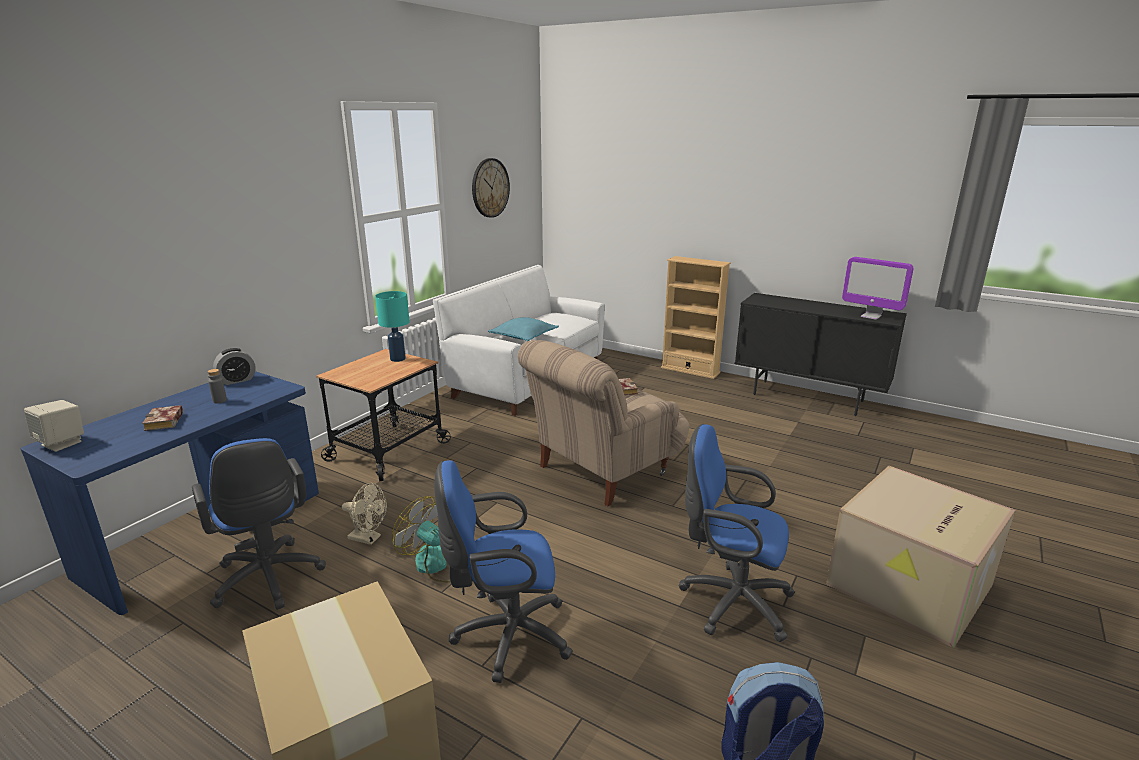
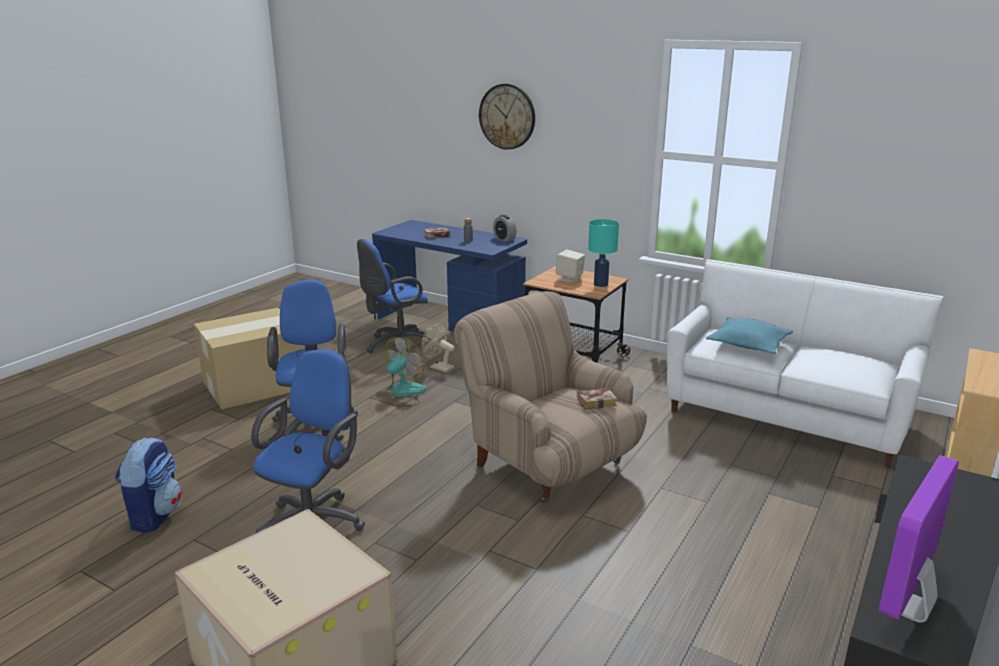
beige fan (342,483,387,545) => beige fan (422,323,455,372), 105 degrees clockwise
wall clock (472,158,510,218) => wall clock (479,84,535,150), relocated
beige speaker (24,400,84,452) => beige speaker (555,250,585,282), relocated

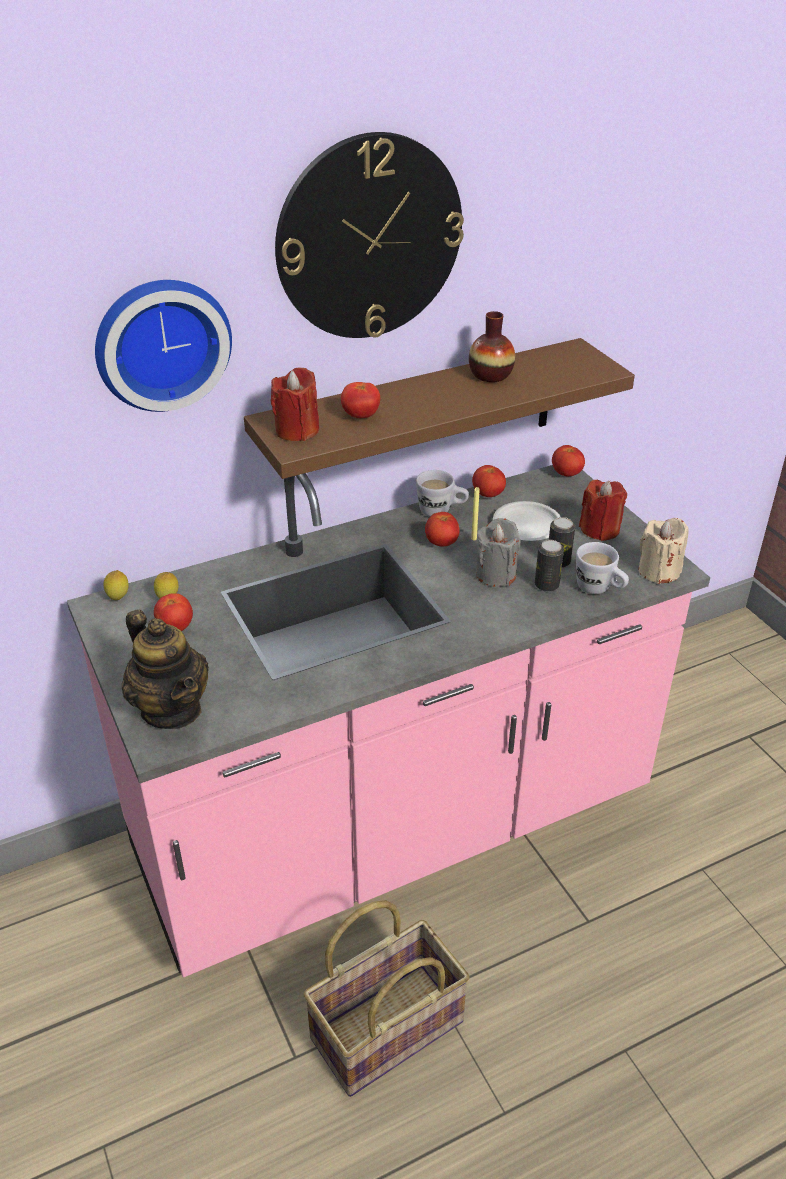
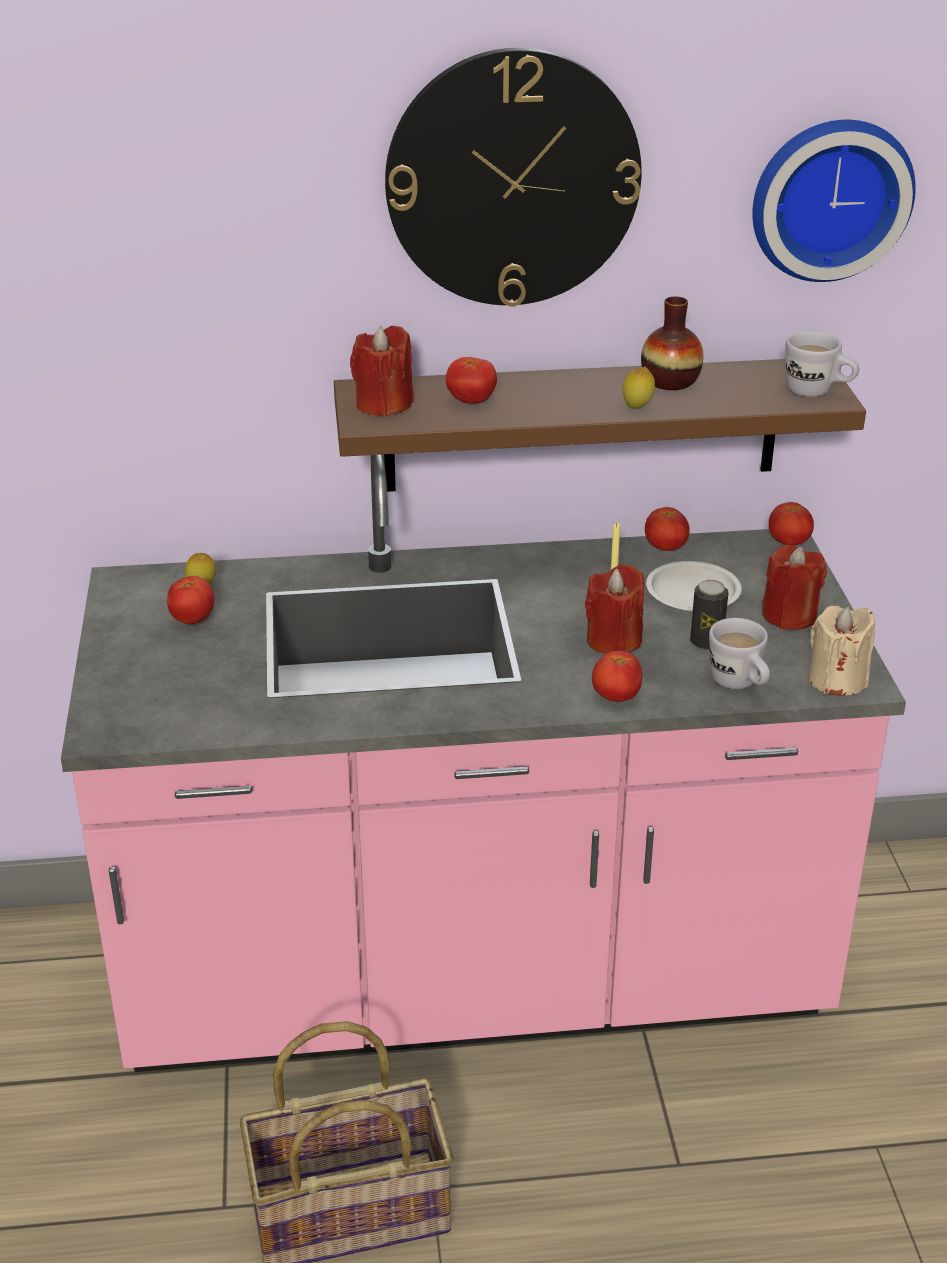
grey candle (476,518,521,587) => red candle (585,564,644,654)
tomato (425,512,460,546) => tomato (592,651,642,702), relocated
lemon (104,570,129,600) => lemon (622,366,655,409), relocated
wall clock (95,280,232,412) => wall clock (752,120,916,282), relocated
white mug (416,470,469,516) => white mug (786,331,859,397), relocated
teapot (122,609,209,729) => nothing
can (535,540,564,592) => nothing

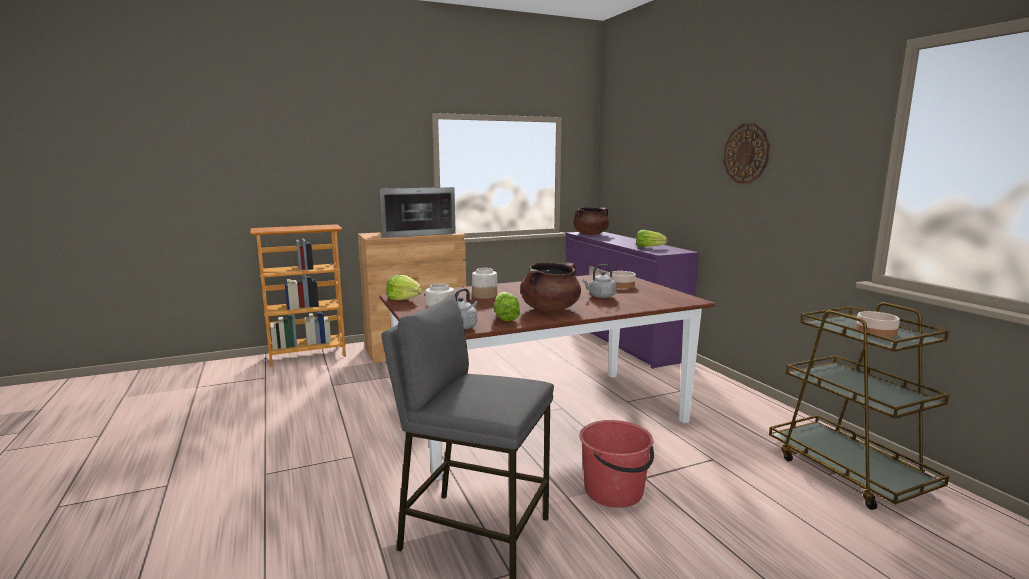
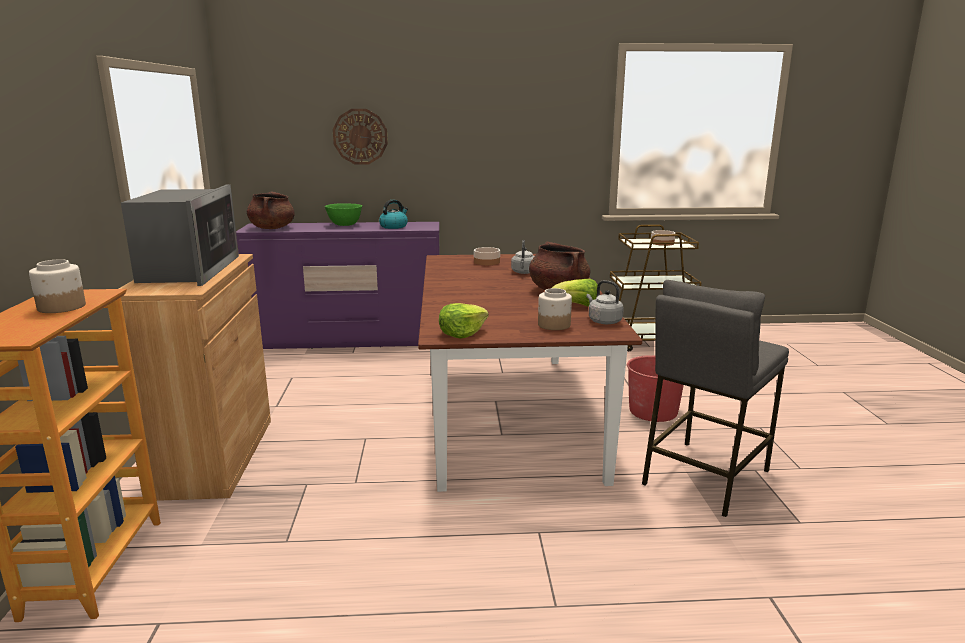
jar (472,268,497,299) => jar (29,259,86,313), relocated
nothing => green bowl (325,203,362,226)
wall clock (723,123,770,184) => wall clock (333,109,388,164), relocated
lettuce (636,230,668,247) => kettle (379,200,408,229)

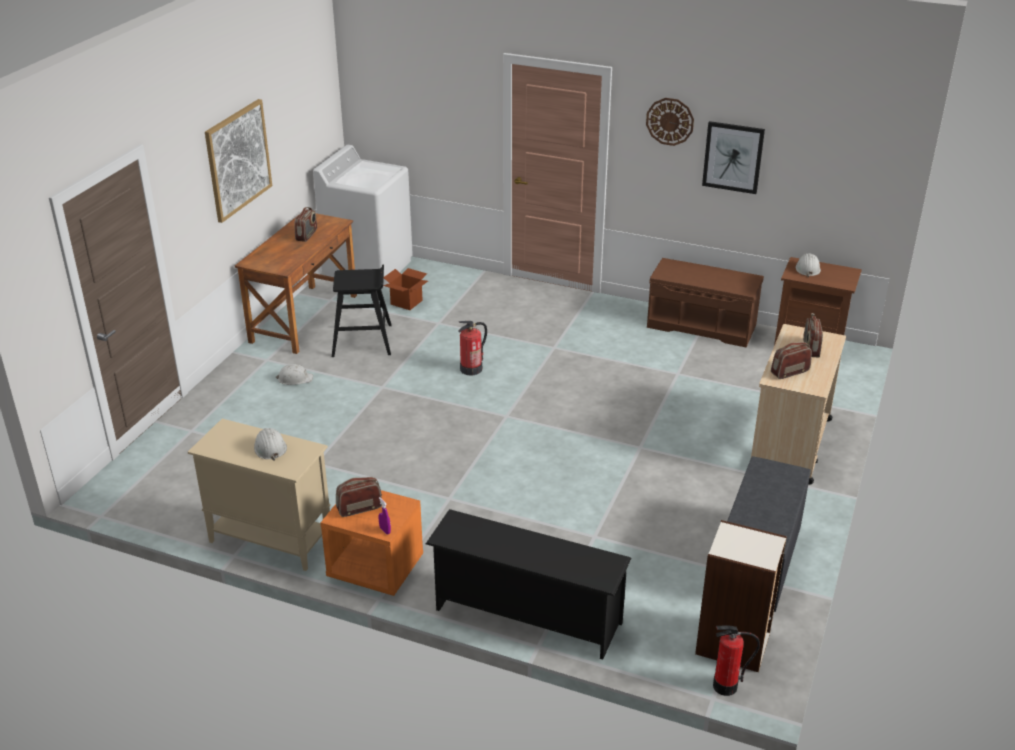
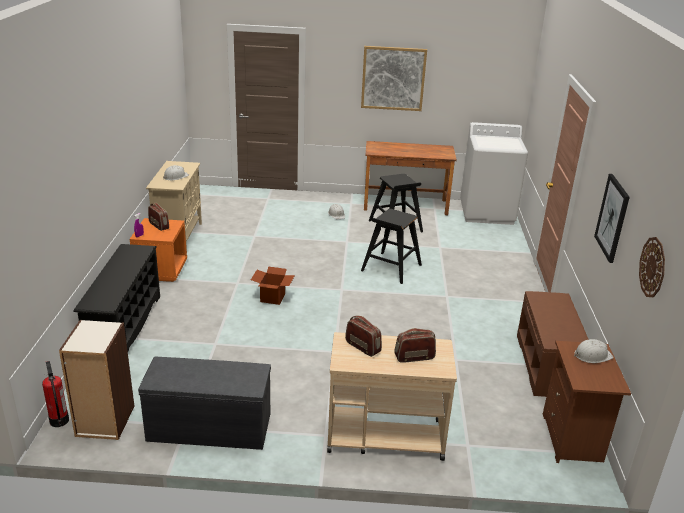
cardboard box (383,268,428,310) => cardboard box (251,266,295,305), relocated
fire extinguisher (458,321,487,376) => black stool (361,209,422,284)
wall clock (646,98,694,146) => wall clock (639,237,665,297), relocated
radio (294,207,317,242) => nothing

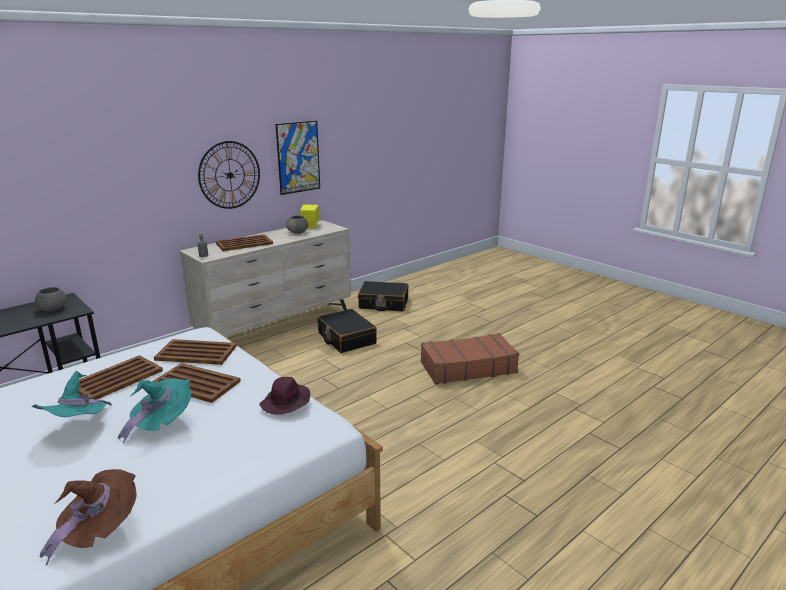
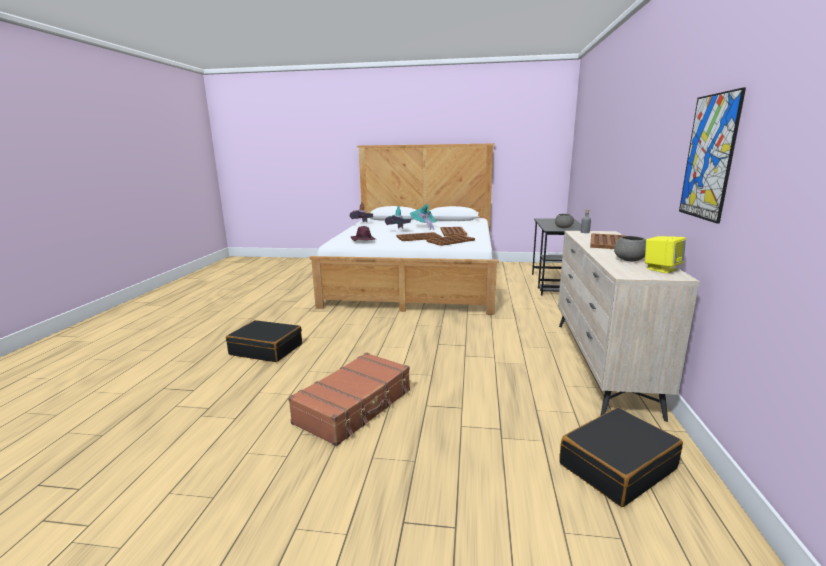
black suitcase (317,309,377,353) => black suitcase (226,320,302,362), relocated
wall clock (198,141,260,209) => nothing

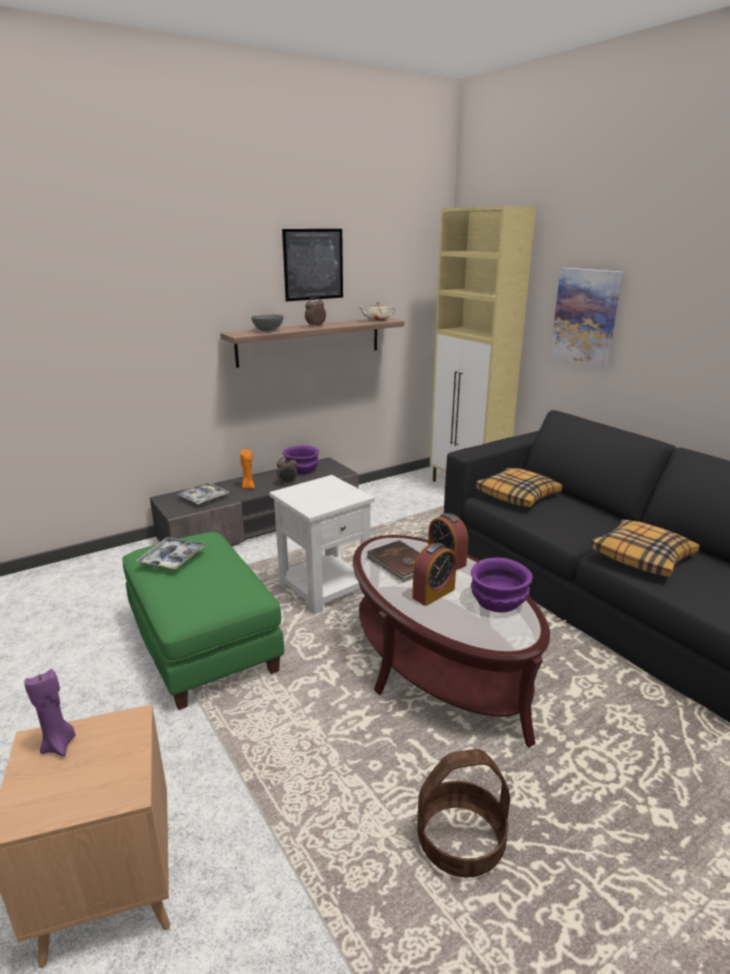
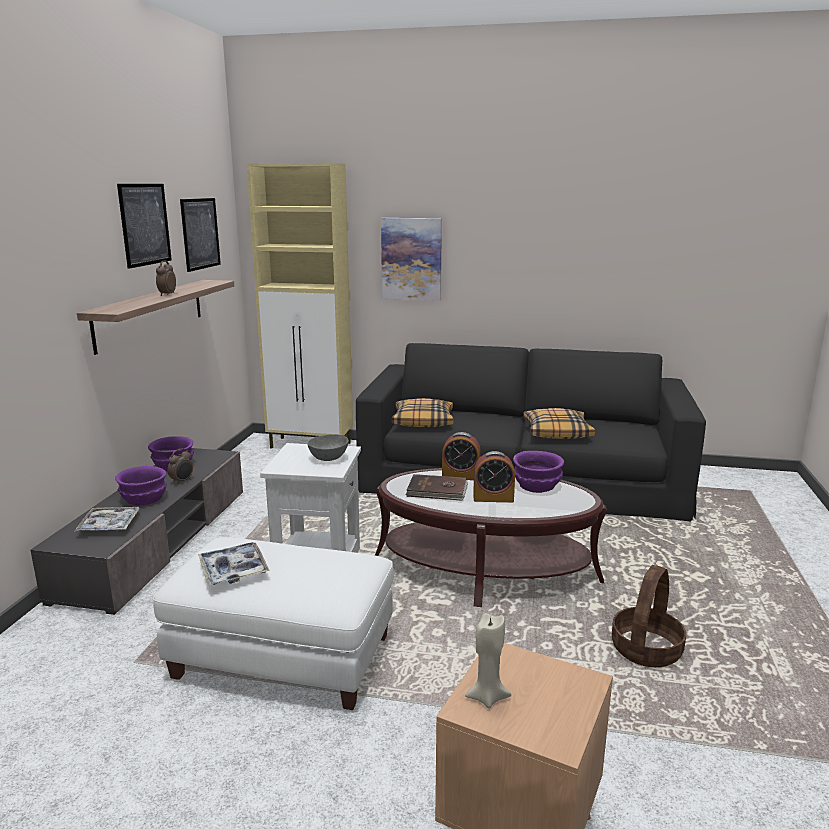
orange candle (240,449,255,489) => purple bowl (115,466,167,505)
green ottoman (122,532,284,710) => white ottoman (153,537,394,710)
nothing => picture (180,198,221,272)
grey bowl (251,314,284,331) => grey bowl (307,434,349,461), relocated
purple candle (24,669,76,756) => beige candle (465,613,511,709)
alarm clock (412,543,457,606) => alarm clock (473,451,515,502), 90 degrees clockwise
beige teapot (358,301,395,322) => nothing

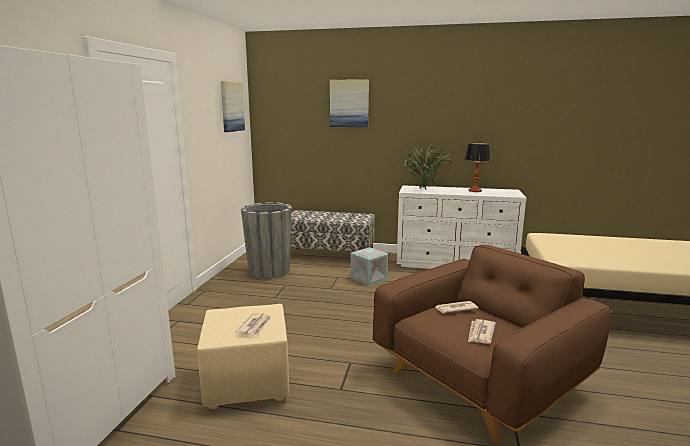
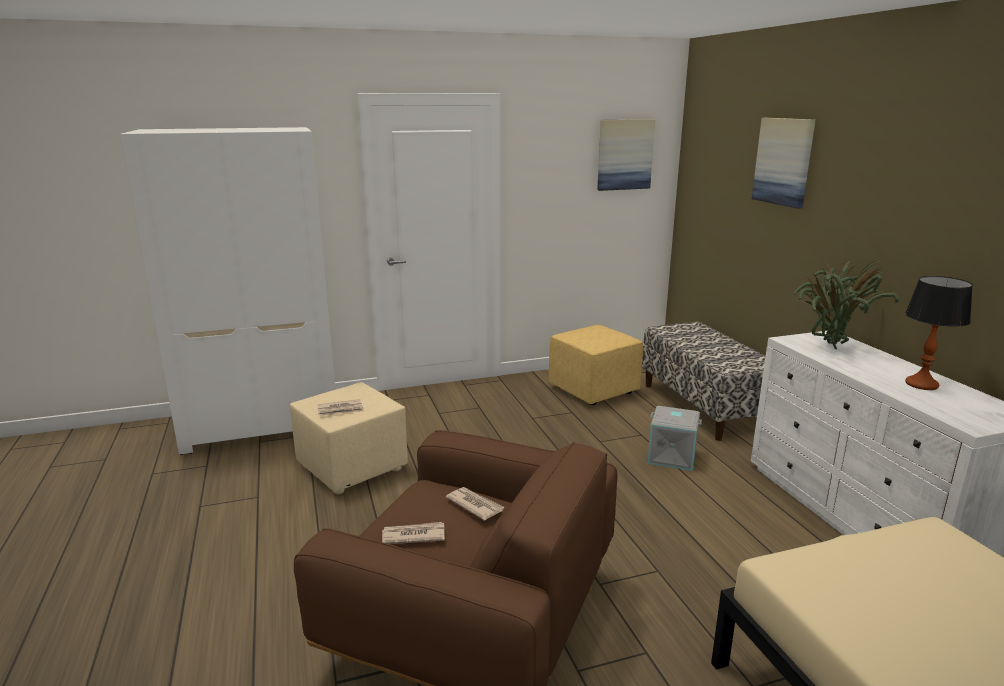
grey planter (241,202,292,279) => yellow ottoman (548,325,643,405)

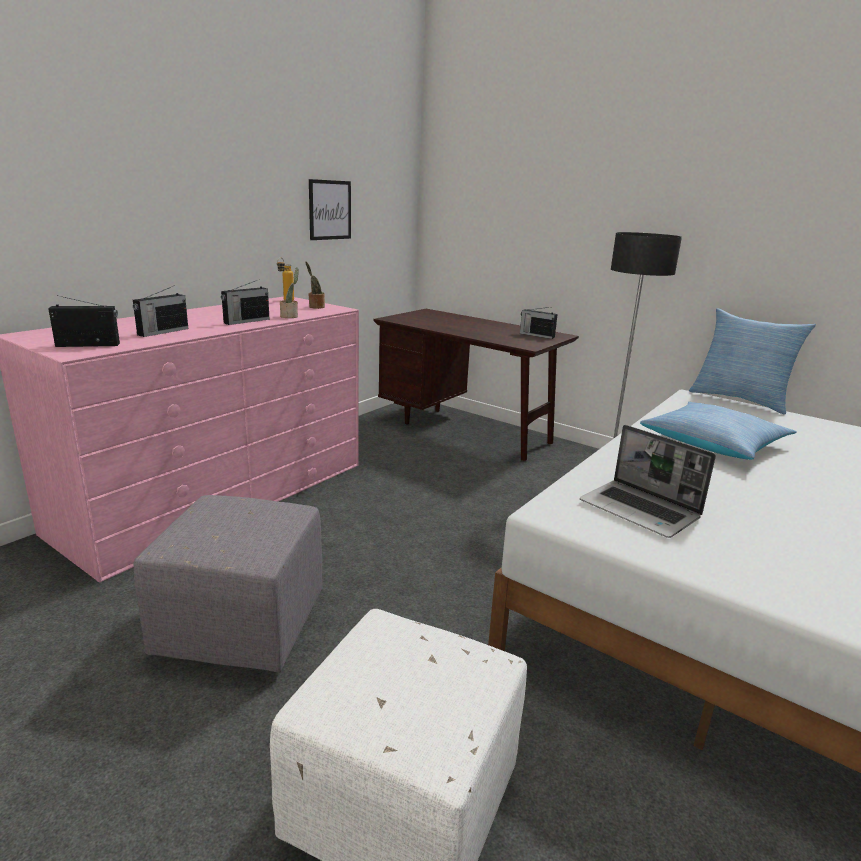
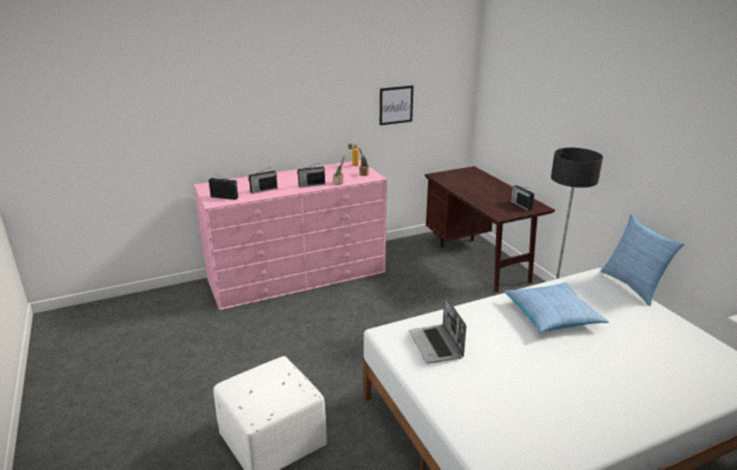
grey ottoman (134,495,323,673) => nothing

